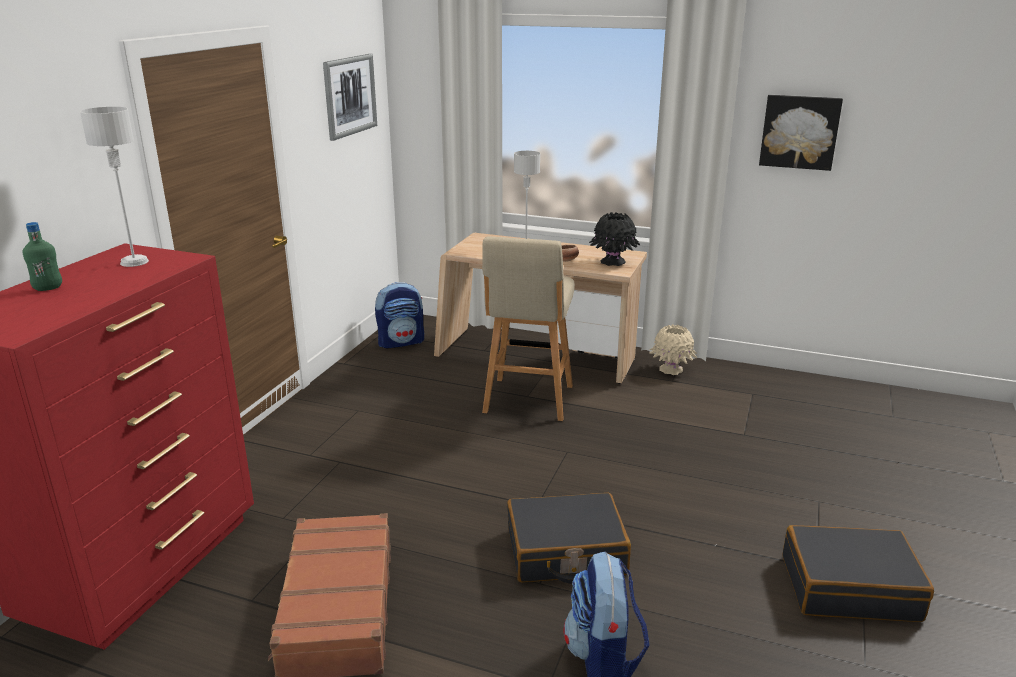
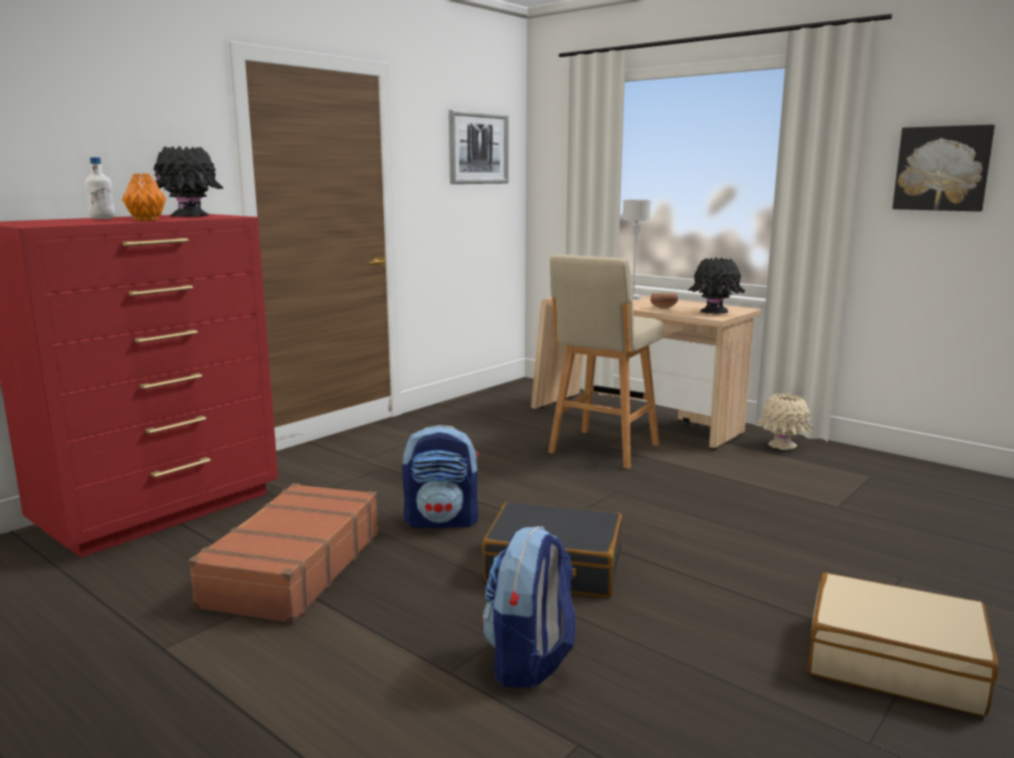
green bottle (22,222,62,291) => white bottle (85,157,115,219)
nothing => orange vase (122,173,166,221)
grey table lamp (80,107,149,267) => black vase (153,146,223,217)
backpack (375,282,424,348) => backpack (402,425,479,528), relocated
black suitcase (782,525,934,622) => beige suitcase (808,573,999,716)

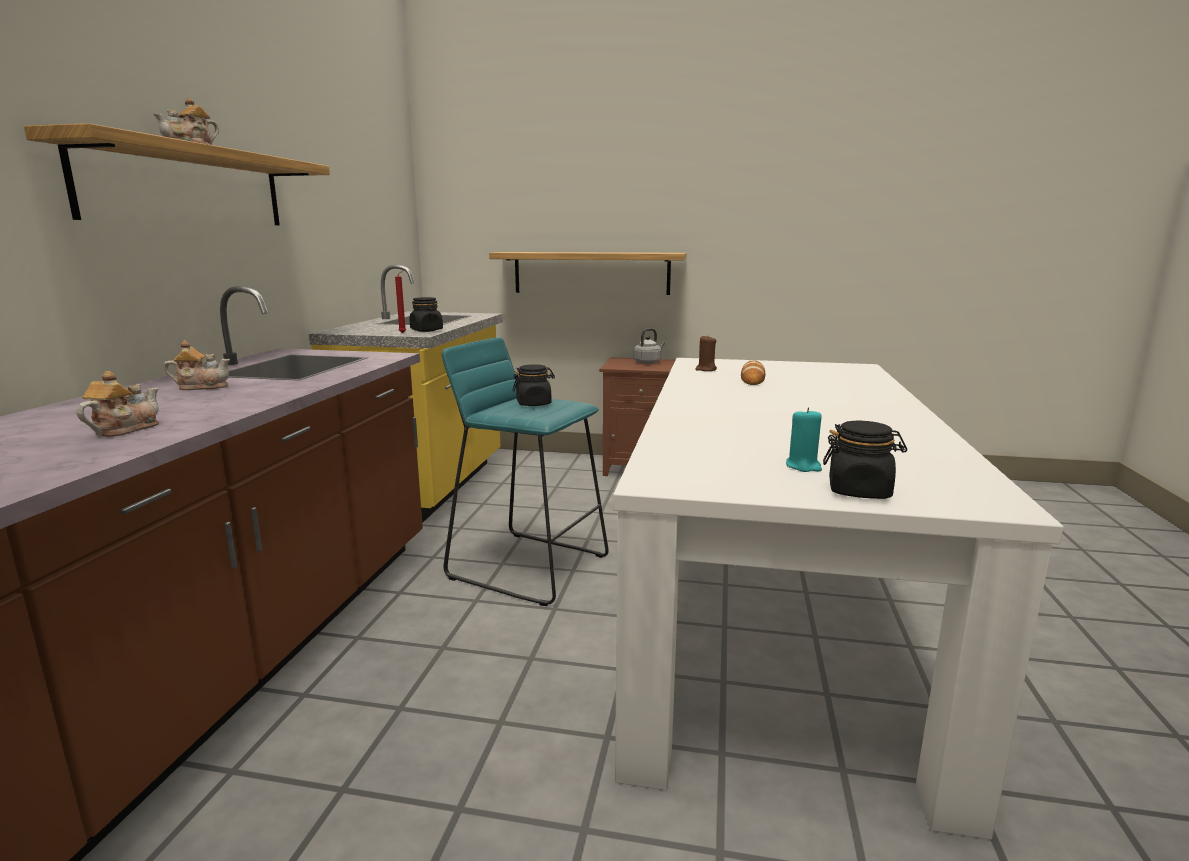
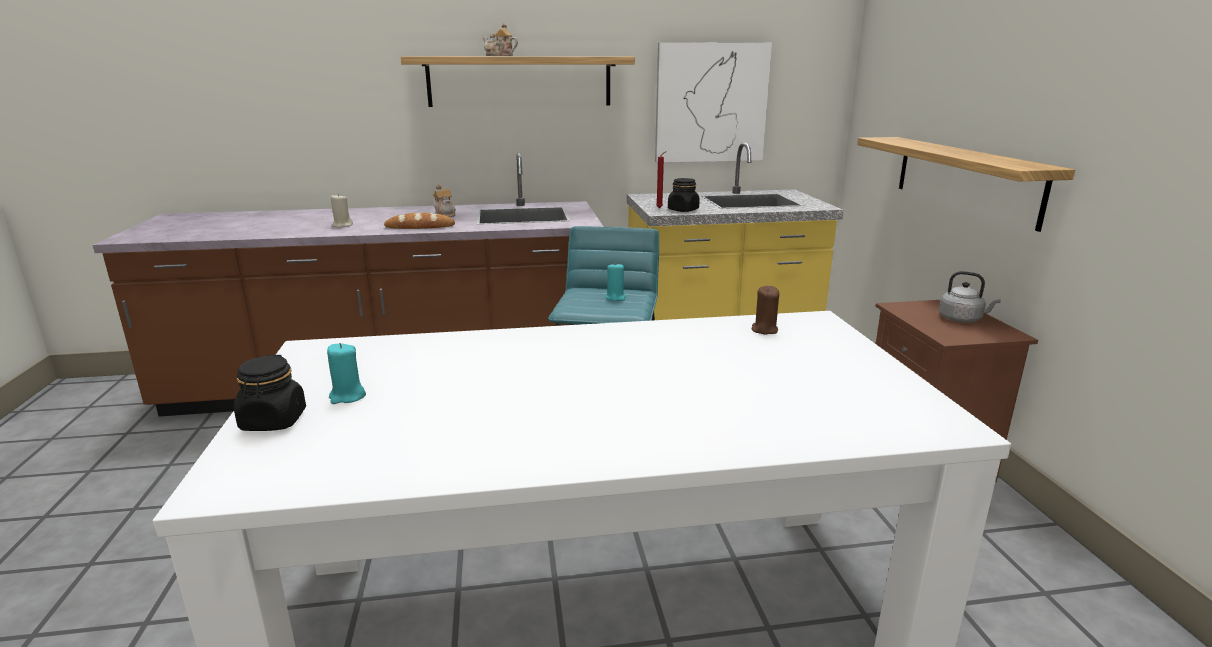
teapot (76,371,159,437) => beige candle (331,194,353,228)
bread (741,360,765,385) => bread (384,213,455,229), relocated
black jar (512,364,555,406) => turquoise candle (606,264,626,301)
nothing => picture (655,42,772,163)

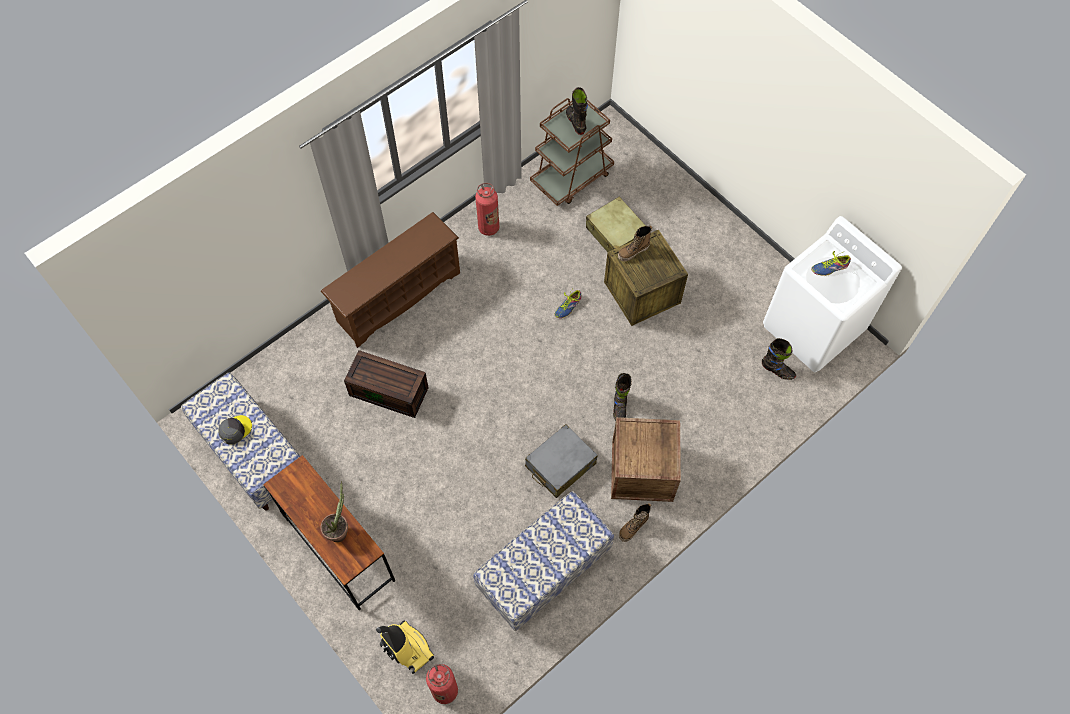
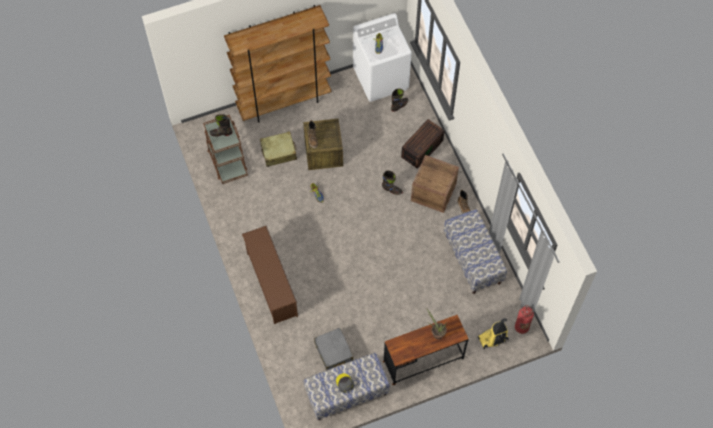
nothing => brown bookcase (224,5,331,122)
grey suitcase (525,424,598,498) => grey suitcase (314,328,353,370), relocated
brown storage box (344,350,429,418) => brown storage box (401,119,445,169), relocated
fire extinguisher (475,183,500,236) => nothing

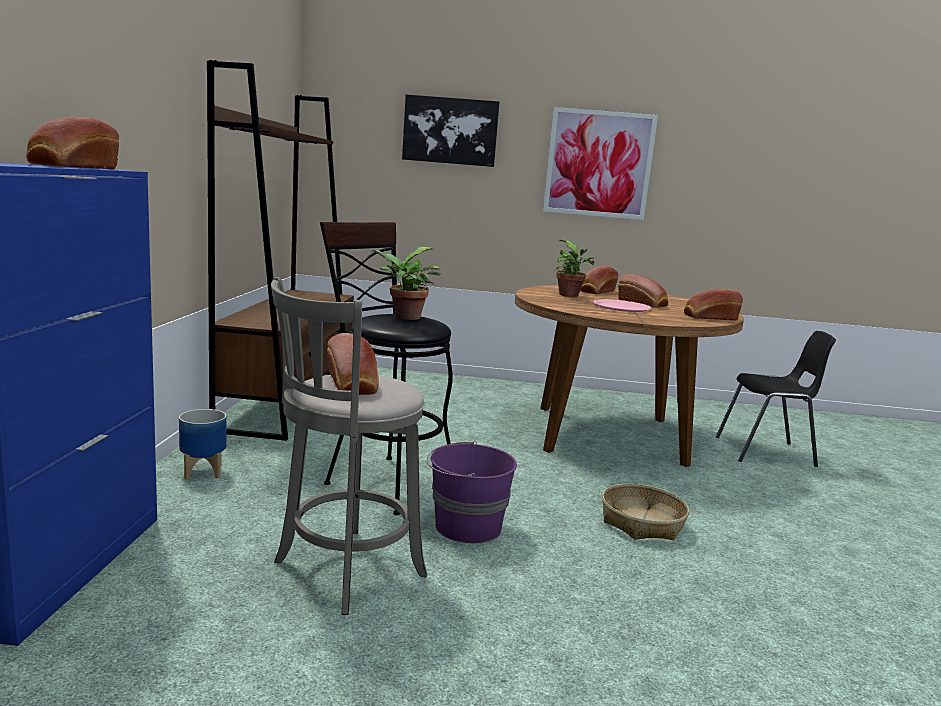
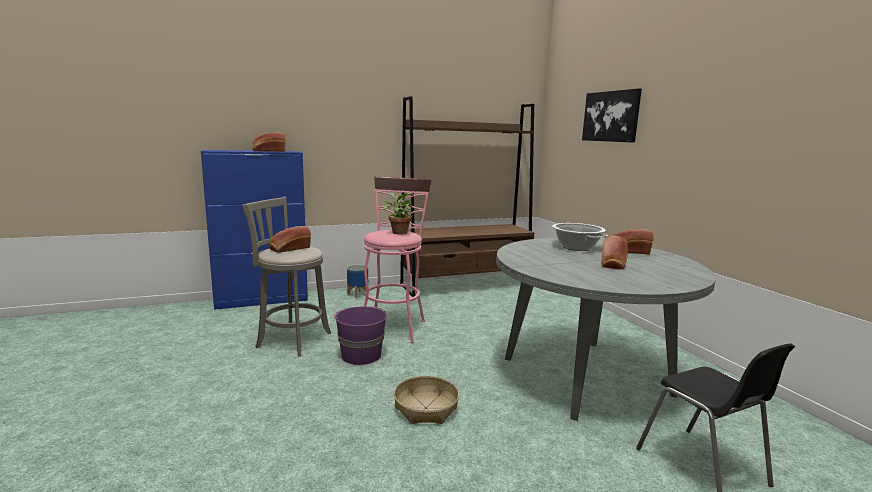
black stool (320,222,453,515) => pink stool (364,176,432,343)
brown dining table (515,285,744,467) => grey dining table (496,238,716,421)
potted plant (555,240,595,297) => cooking pot (550,223,608,251)
picture (543,107,658,220) => nothing
pink plate (593,299,652,312) => nothing
bread (684,289,743,320) => nothing

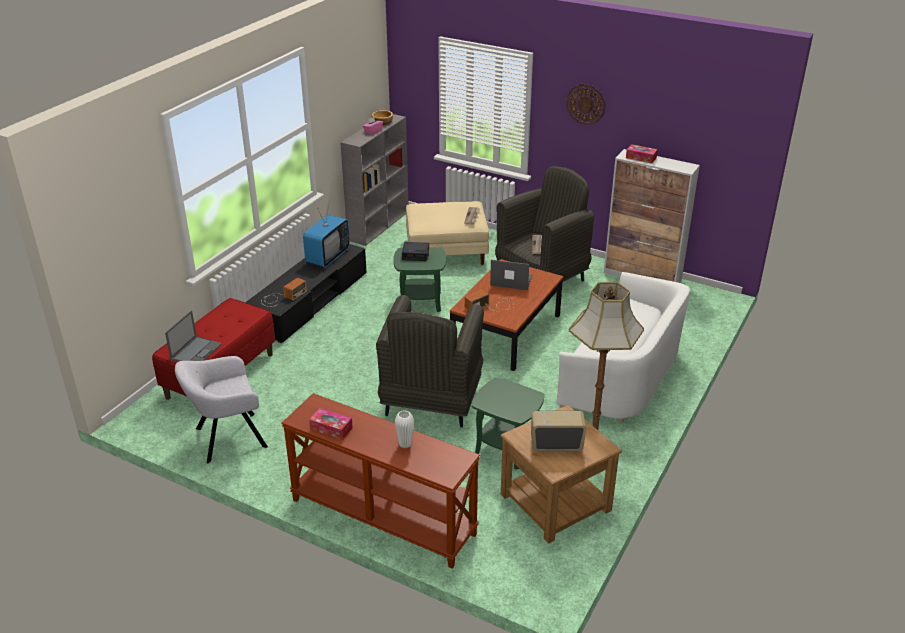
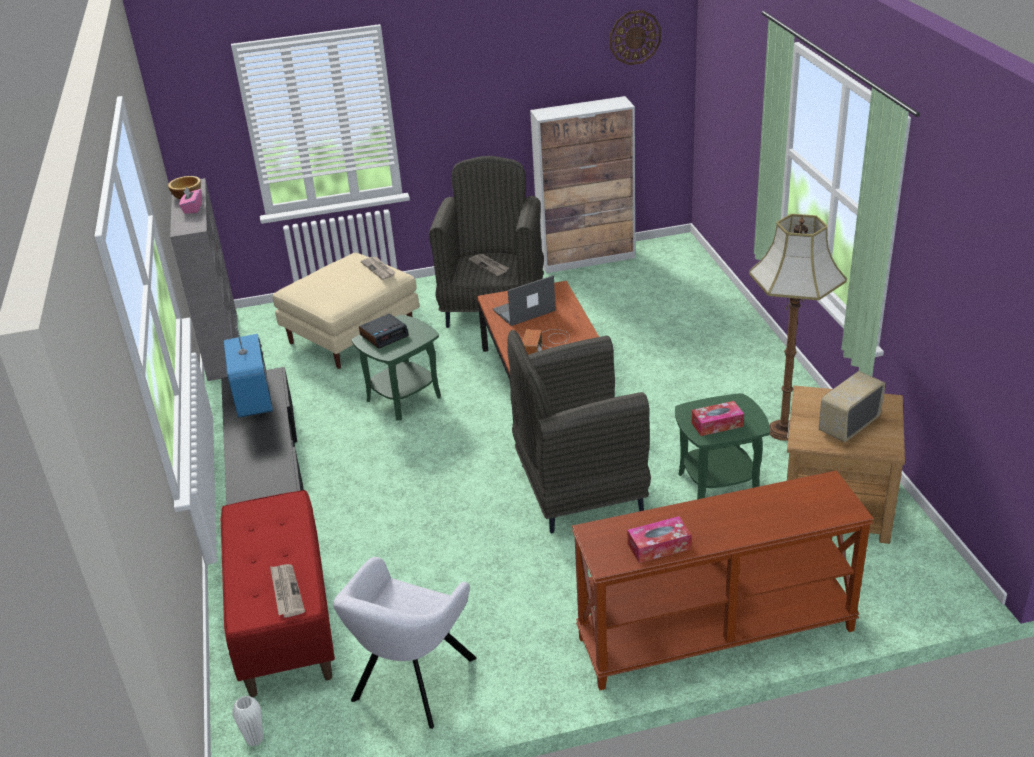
white vase (395,411,414,448) => white vase (232,696,263,747), relocated
laptop (165,311,222,362) => newspaper (270,564,305,617)
grey armchair (376,295,484,428) => grey armchair (507,330,651,533), 105 degrees clockwise
wall clock (566,84,606,125) => wall clock (610,10,661,65), relocated
tissue box (626,144,658,163) => tissue box (691,401,744,436), relocated
radio (261,278,307,307) => nothing
white sofa (557,272,690,422) => nothing

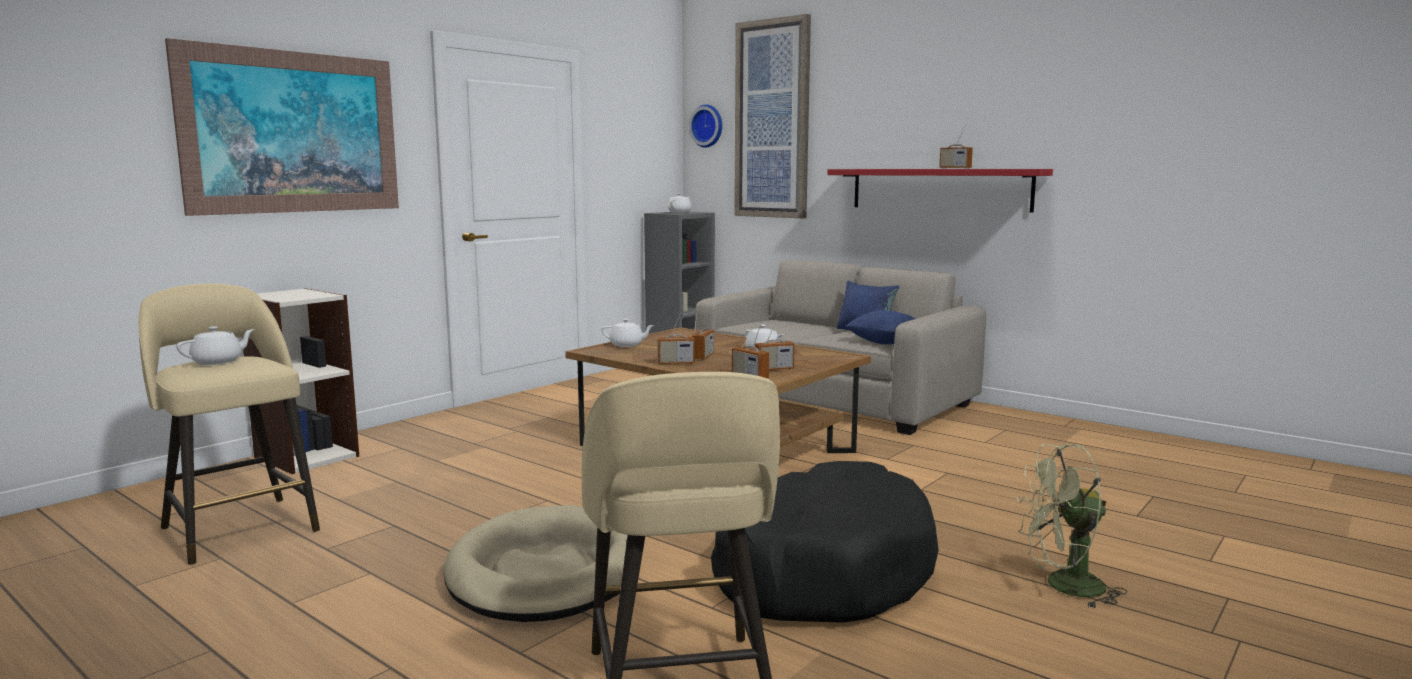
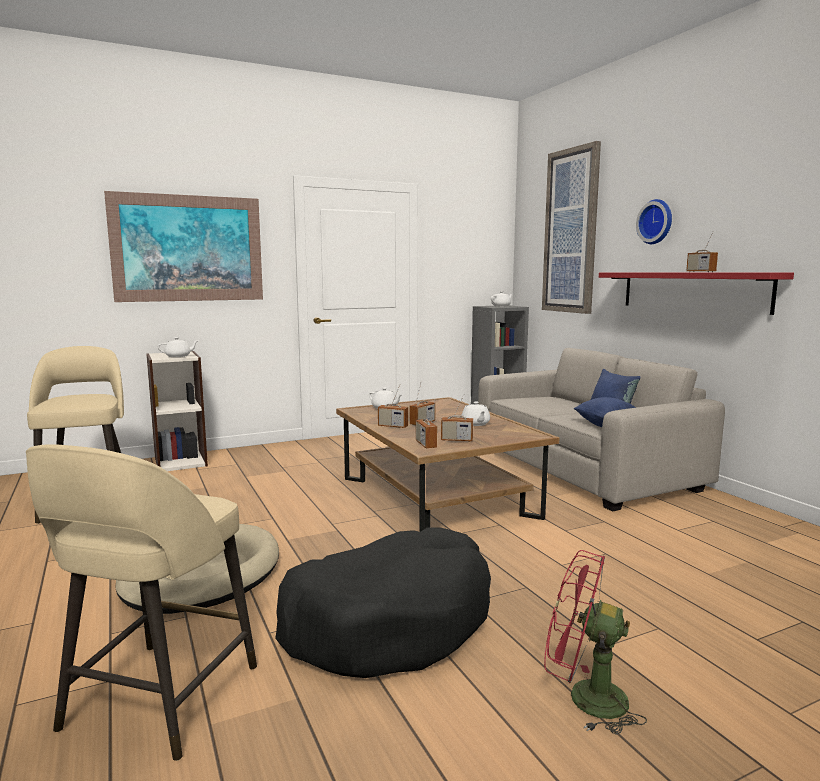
white teapot (176,326,255,365) => white teapot (157,337,199,357), relocated
green fan (1017,444,1127,609) => red fan (544,550,647,735)
wall clock (689,105,722,148) => wall clock (636,199,672,244), relocated

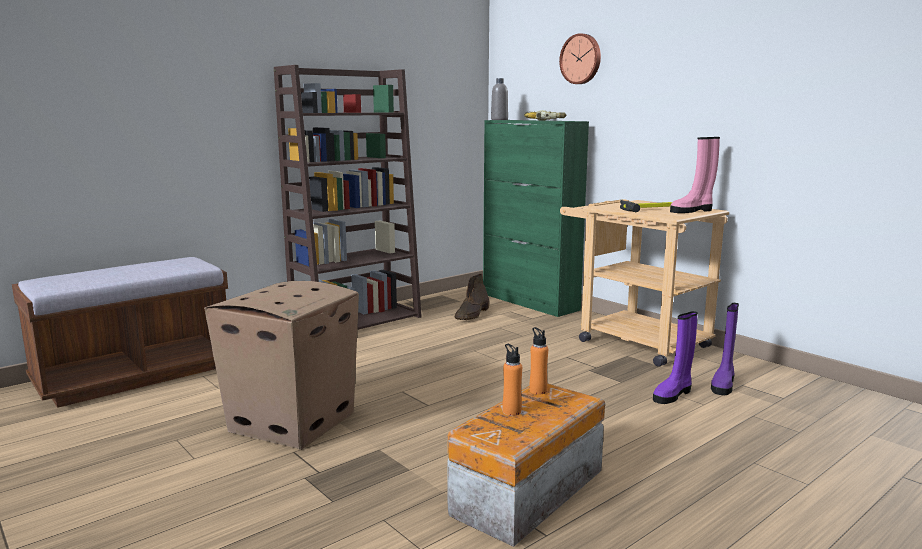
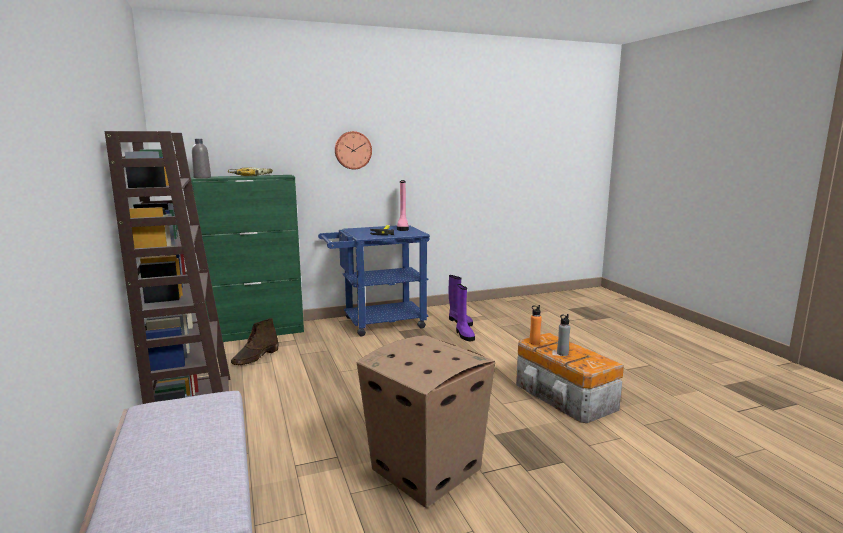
brown boot (455,274,489,320) => brown boot (231,318,278,365), 75 degrees clockwise
beige cart (560,199,729,367) => blue cart (318,225,430,336)
wall clock (559,33,601,84) => wall clock (335,131,372,170), relocated
orange bottle (503,344,522,416) => grey bottle (557,314,570,356)

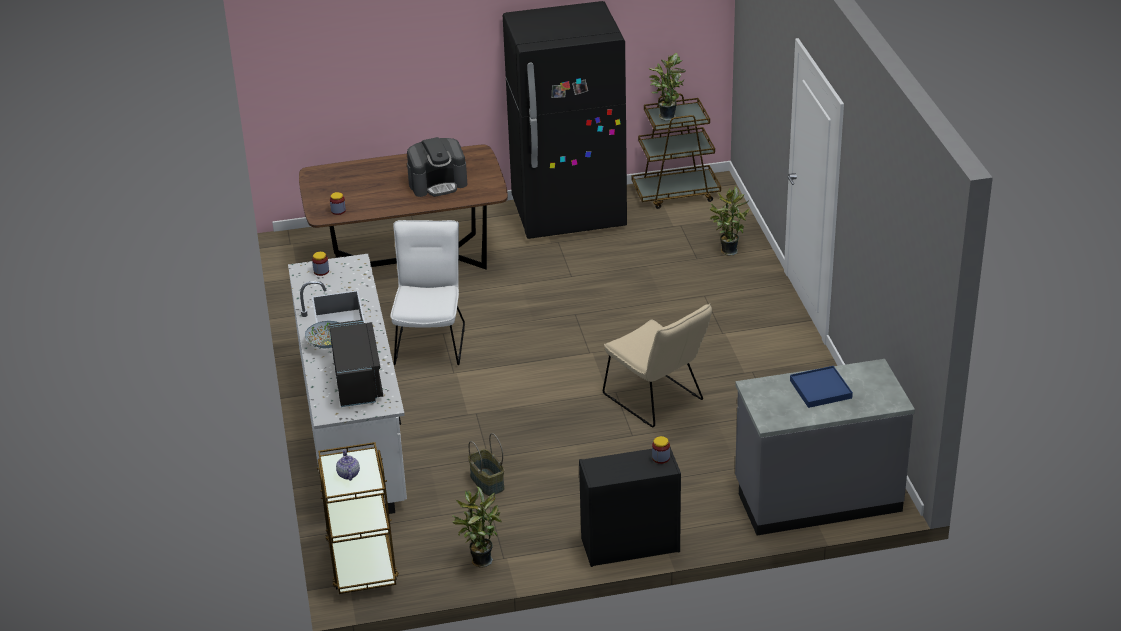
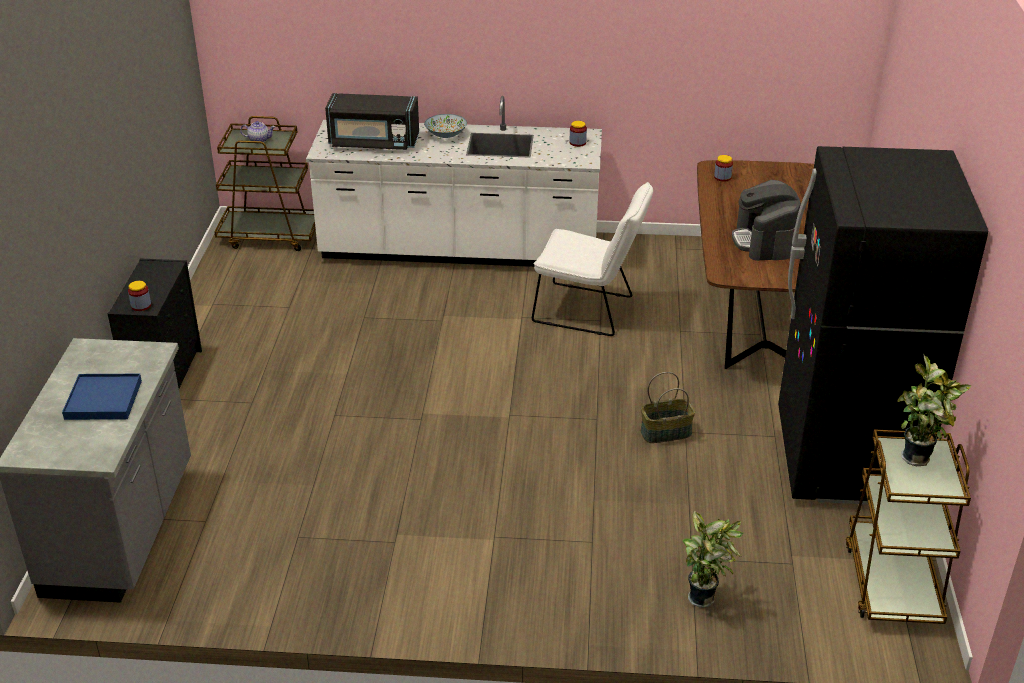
basket (468,433,504,496) => basket (641,372,695,443), relocated
potted plant (452,486,502,568) => nothing
beige chair (603,303,712,427) => nothing

